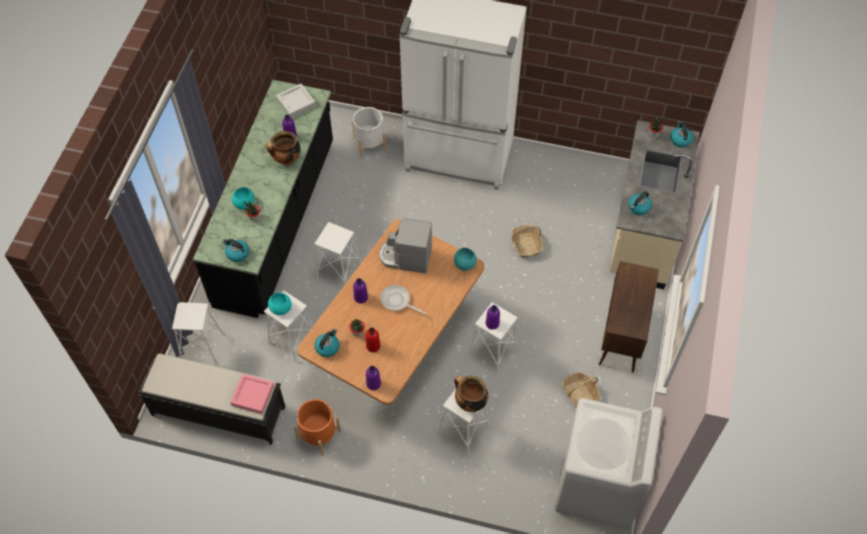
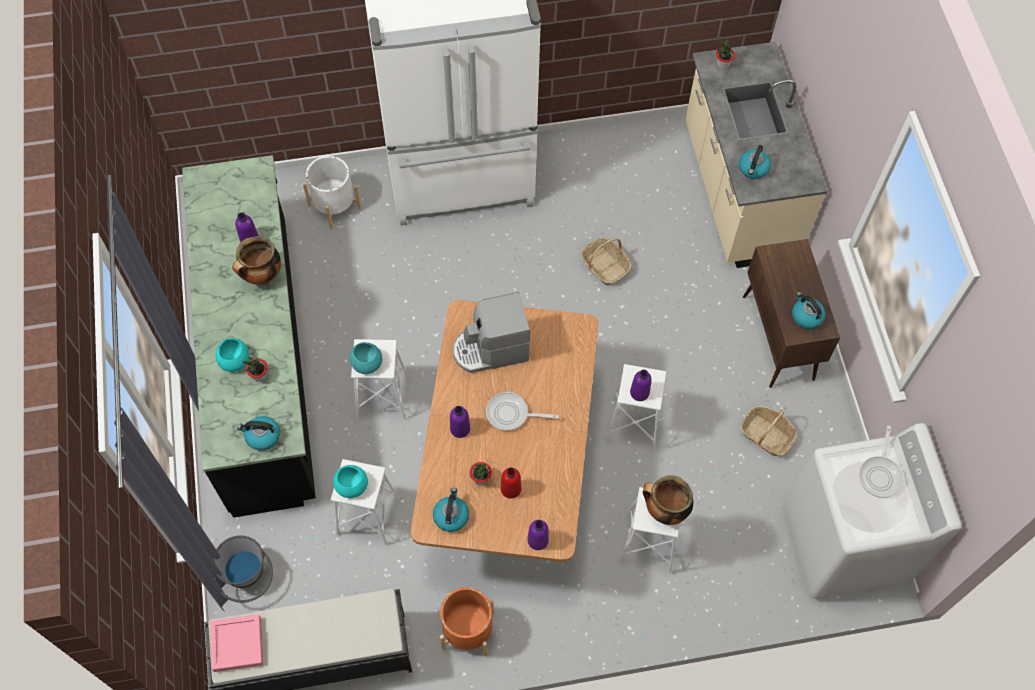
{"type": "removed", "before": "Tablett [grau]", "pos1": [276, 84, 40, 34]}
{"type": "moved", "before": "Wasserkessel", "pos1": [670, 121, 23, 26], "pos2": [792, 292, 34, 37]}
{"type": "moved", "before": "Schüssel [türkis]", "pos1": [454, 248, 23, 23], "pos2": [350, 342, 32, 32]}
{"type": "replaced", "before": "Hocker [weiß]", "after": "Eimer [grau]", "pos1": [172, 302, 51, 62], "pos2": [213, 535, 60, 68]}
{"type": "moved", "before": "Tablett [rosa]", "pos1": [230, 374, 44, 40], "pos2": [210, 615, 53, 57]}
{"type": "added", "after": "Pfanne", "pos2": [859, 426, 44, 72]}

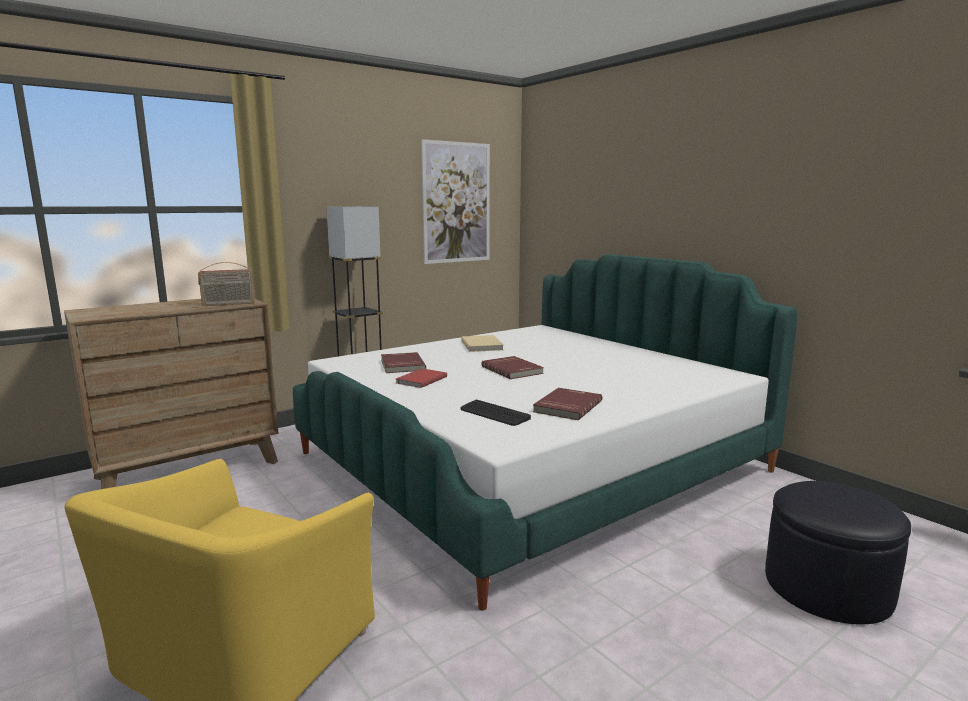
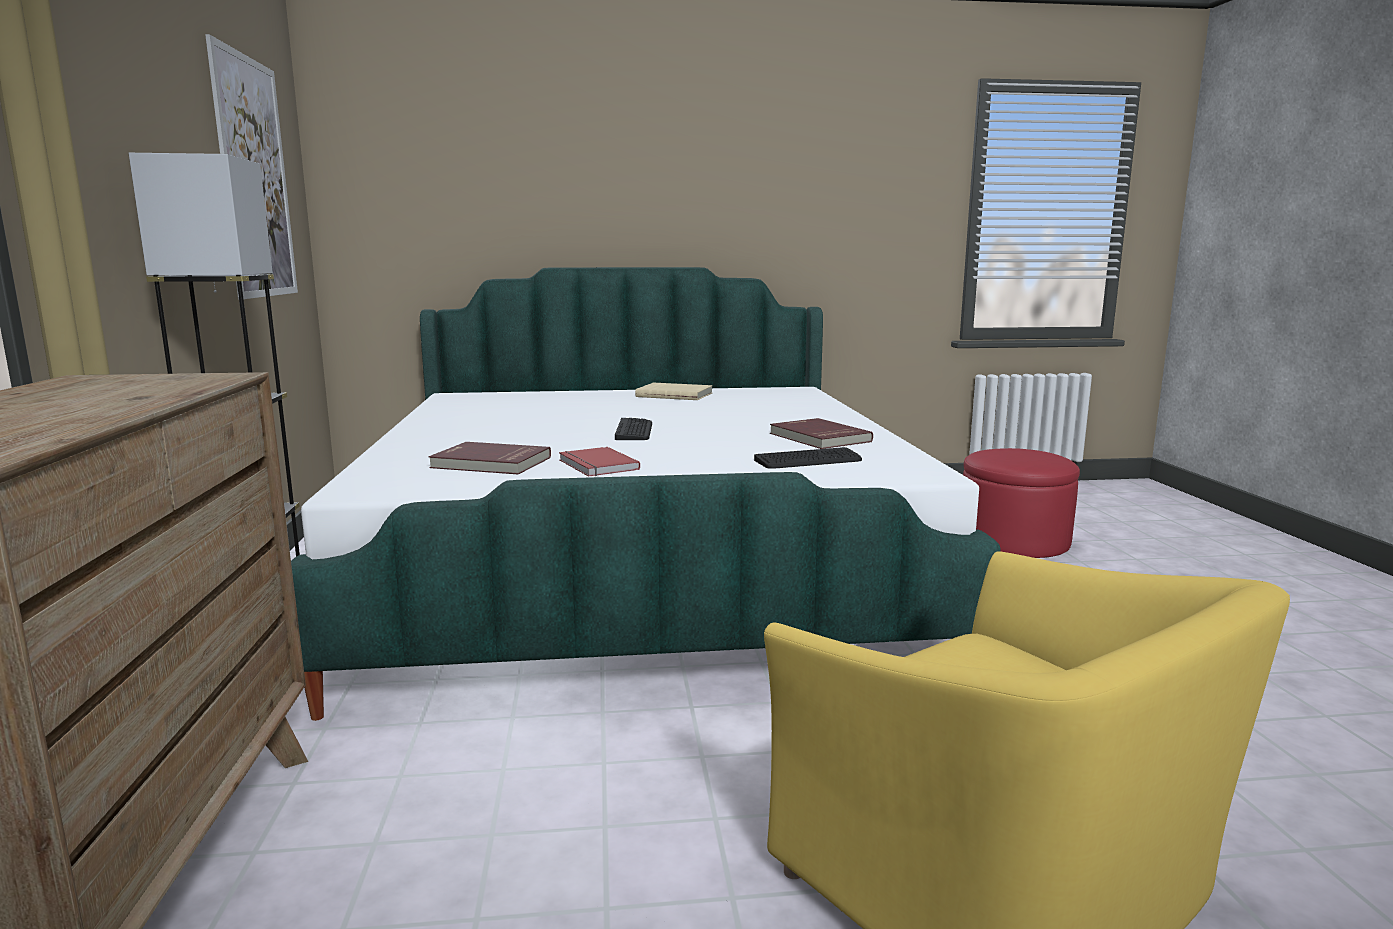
{"type": "removed", "before": "Radio", "pos1": [198, 262, 57, 44]}
{"type": "moved", "before": "Buch [beige]", "pos1": [461, 335, 42, 17], "pos2": [635, 383, 78, 17]}
{"type": "replaced", "before": "Buch [rot]", "after": "Tastatur", "pos1": [481, 356, 63, 23], "pos2": [615, 418, 37, 22]}
{"type": "recoloured", "before": "Polsterhocker [schwarz]", "after": "Polsterhocker [rot]", "pos1": [765, 481, 146, 144], "pos2": [963, 448, 117, 110]}

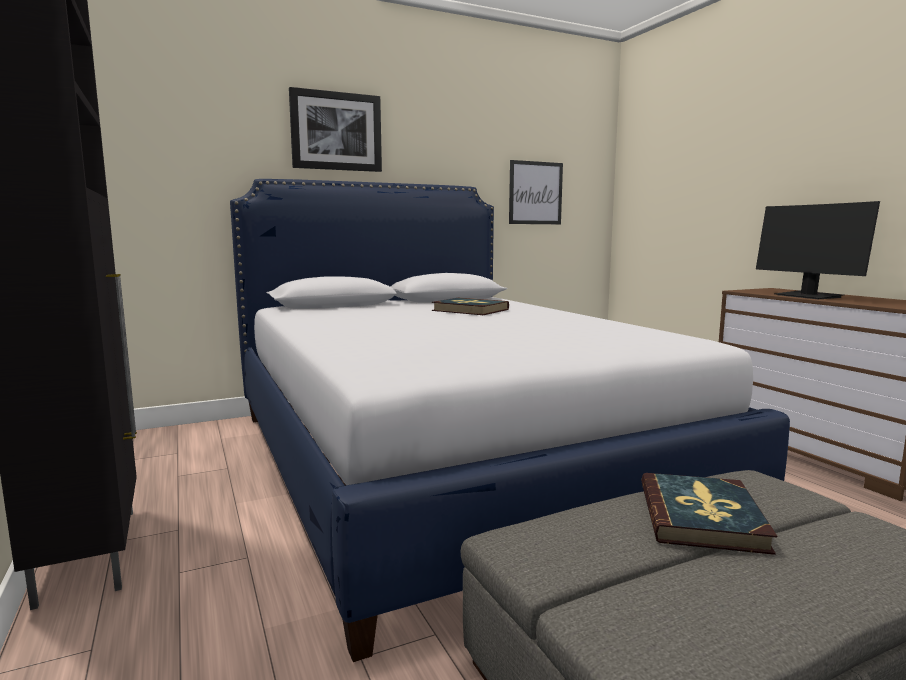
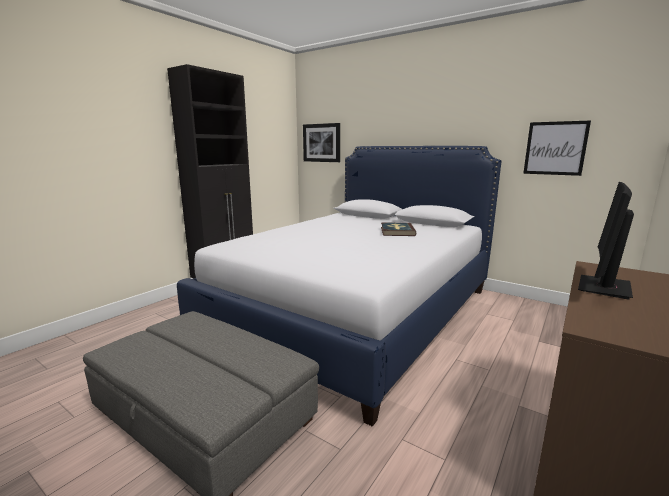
{"type": "moved", "before": "Bild", "pos1": [289, 87, 93, 85], "pos2": [303, 123, 37, 39]}
{"type": "removed", "before": "Buch", "pos1": [641, 473, 136, 82]}

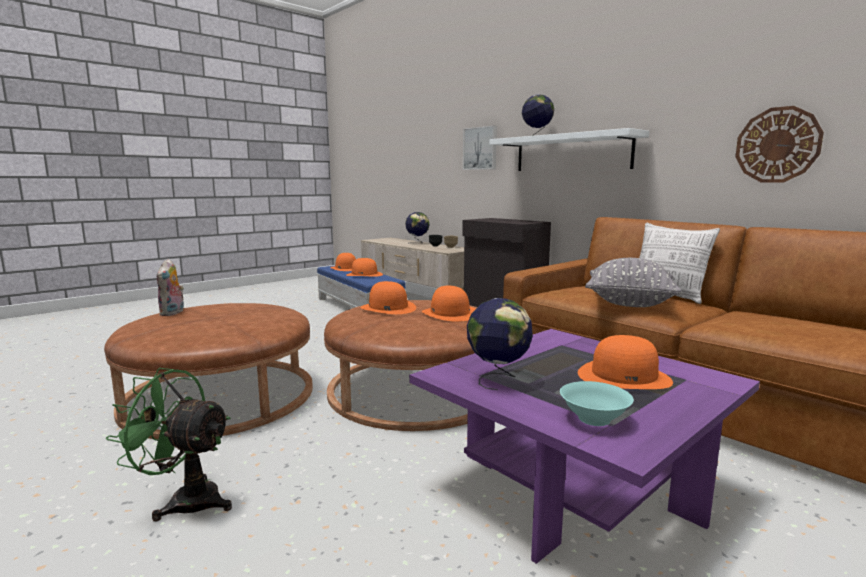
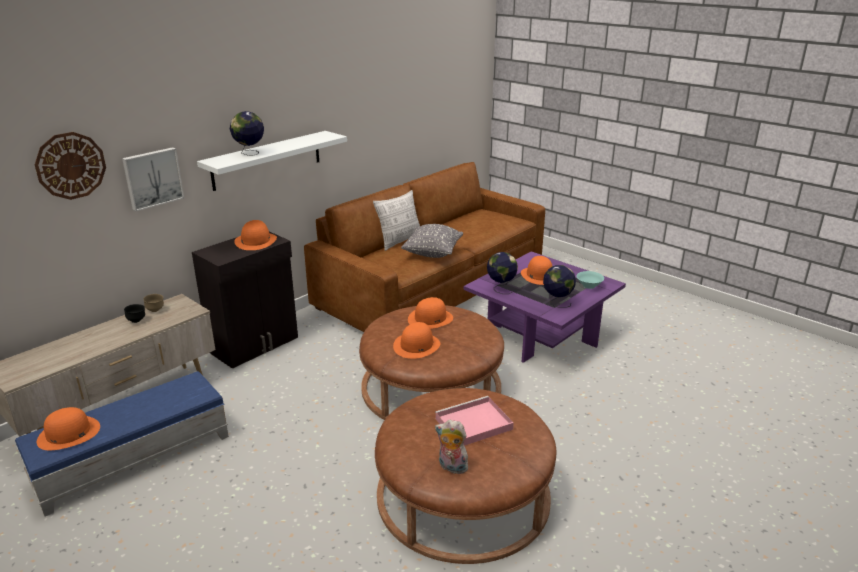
{"type": "moved", "before": "Wanduhr", "pos1": [735, 106, 89, 77], "pos2": [35, 132, 71, 68]}
{"type": "moved", "before": "Globus", "pos1": [405, 212, 24, 32], "pos2": [487, 252, 31, 42]}
{"type": "moved", "before": "Hut [orange]", "pos1": [346, 258, 37, 19], "pos2": [235, 220, 42, 30]}
{"type": "turned", "before": "Plüschtier", "pos1": [157, 259, 27, 57], "pos2": [435, 420, 33, 54], "turn": -150}
{"type": "removed", "before": "Ventilator [grün]", "pos1": [106, 368, 126, 153]}
{"type": "added", "after": "Tablett [rosa]", "pos2": [435, 396, 79, 50]}

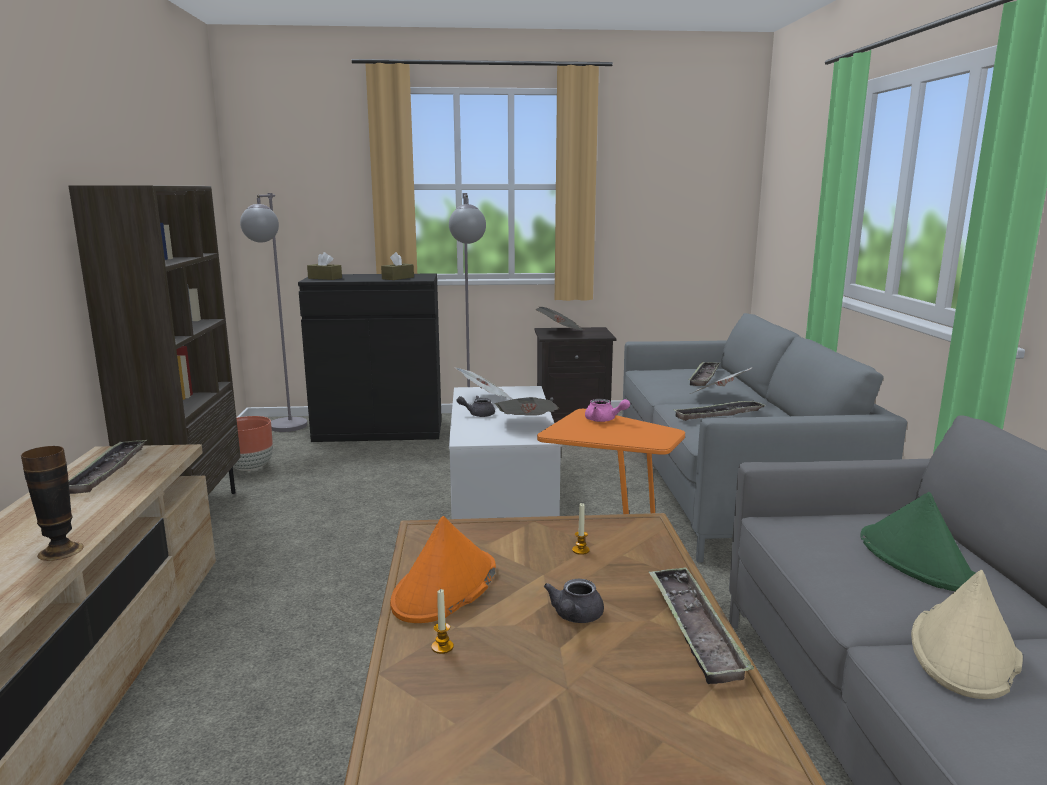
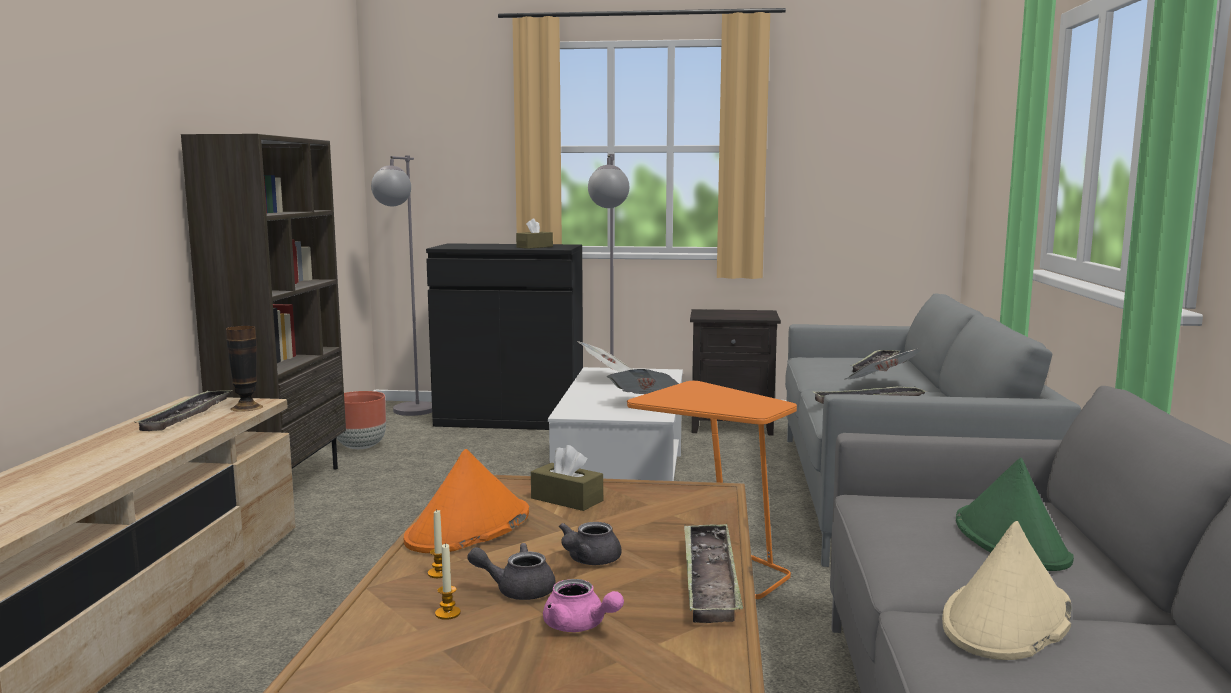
{"type": "moved", "before": "Taschentuchbox [braun]", "pos1": [307, 252, 35, 28], "pos2": [531, 445, 72, 66]}
{"type": "removed", "before": "Zeitung", "pos1": [535, 307, 49, 23]}
{"type": "moved", "before": "Teekanne [grau]", "pos1": [456, 396, 39, 21], "pos2": [467, 543, 89, 57]}
{"type": "moved", "before": "Teekanne [rosa]", "pos1": [585, 399, 45, 23], "pos2": [543, 579, 81, 53]}
{"type": "moved", "before": "Vase", "pos1": [21, 446, 63, 115], "pos2": [226, 326, 37, 86]}
{"type": "moved", "before": "Kerze", "pos1": [572, 503, 18, 52], "pos2": [435, 543, 26, 77]}

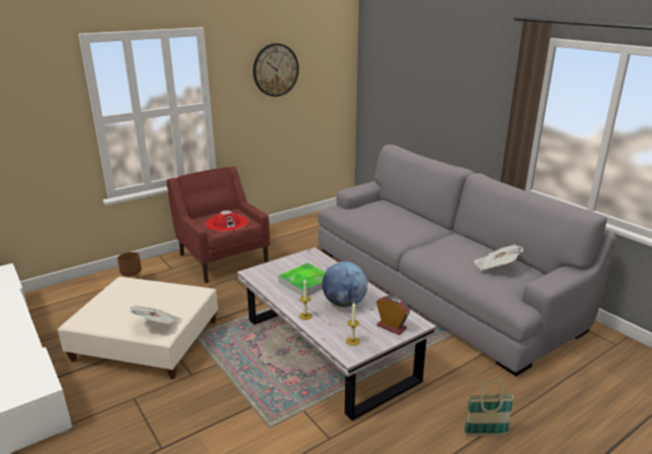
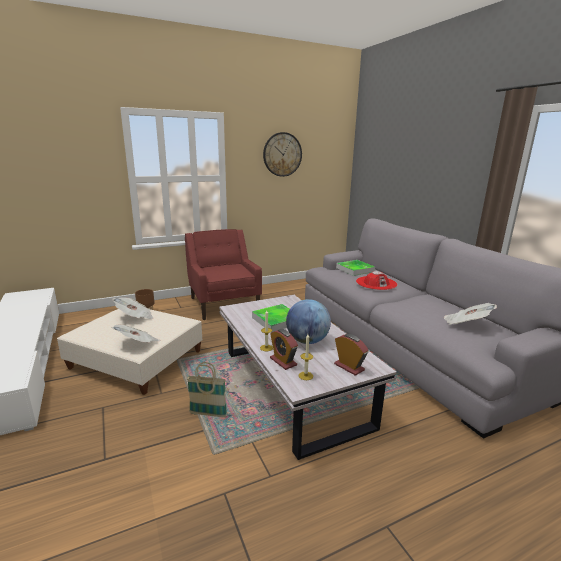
{"type": "moved", "before": "Hut [rot]", "pos1": [205, 210, 43, 22], "pos2": [356, 271, 41, 19]}
{"type": "moved", "before": "Korb", "pos1": [464, 378, 50, 58], "pos2": [187, 362, 40, 56]}
{"type": "added", "after": "Tablett", "pos2": [336, 260, 39, 16]}
{"type": "added", "after": "Zeitung", "pos2": [112, 297, 41, 22]}
{"type": "added", "after": "Wecker", "pos2": [270, 329, 28, 41]}

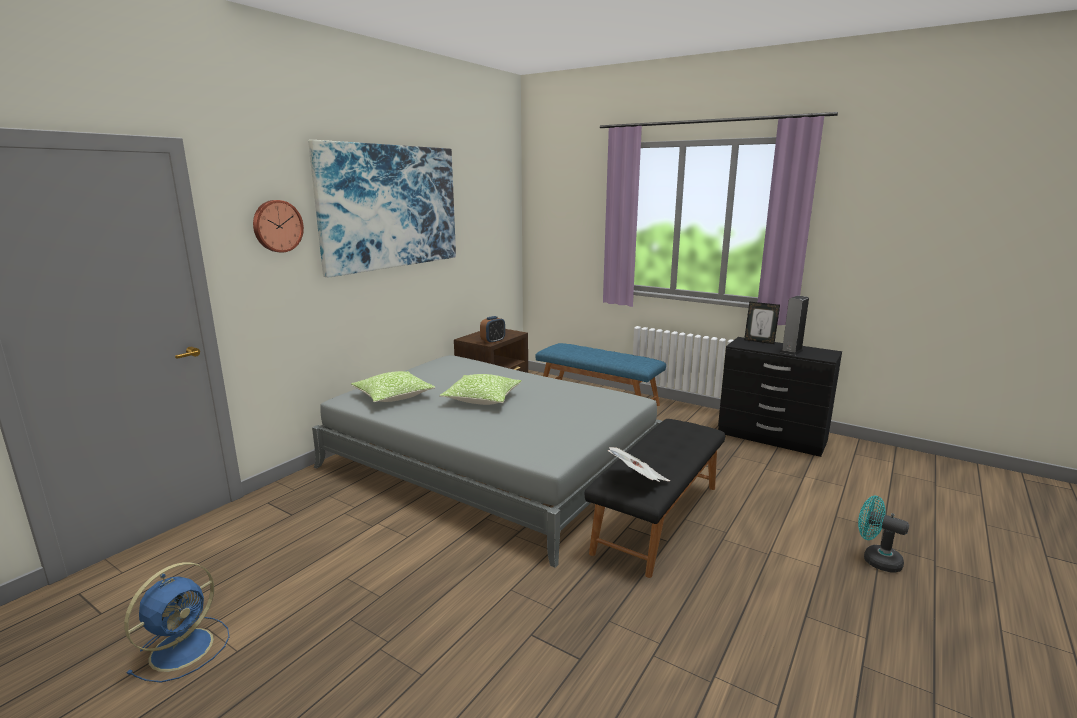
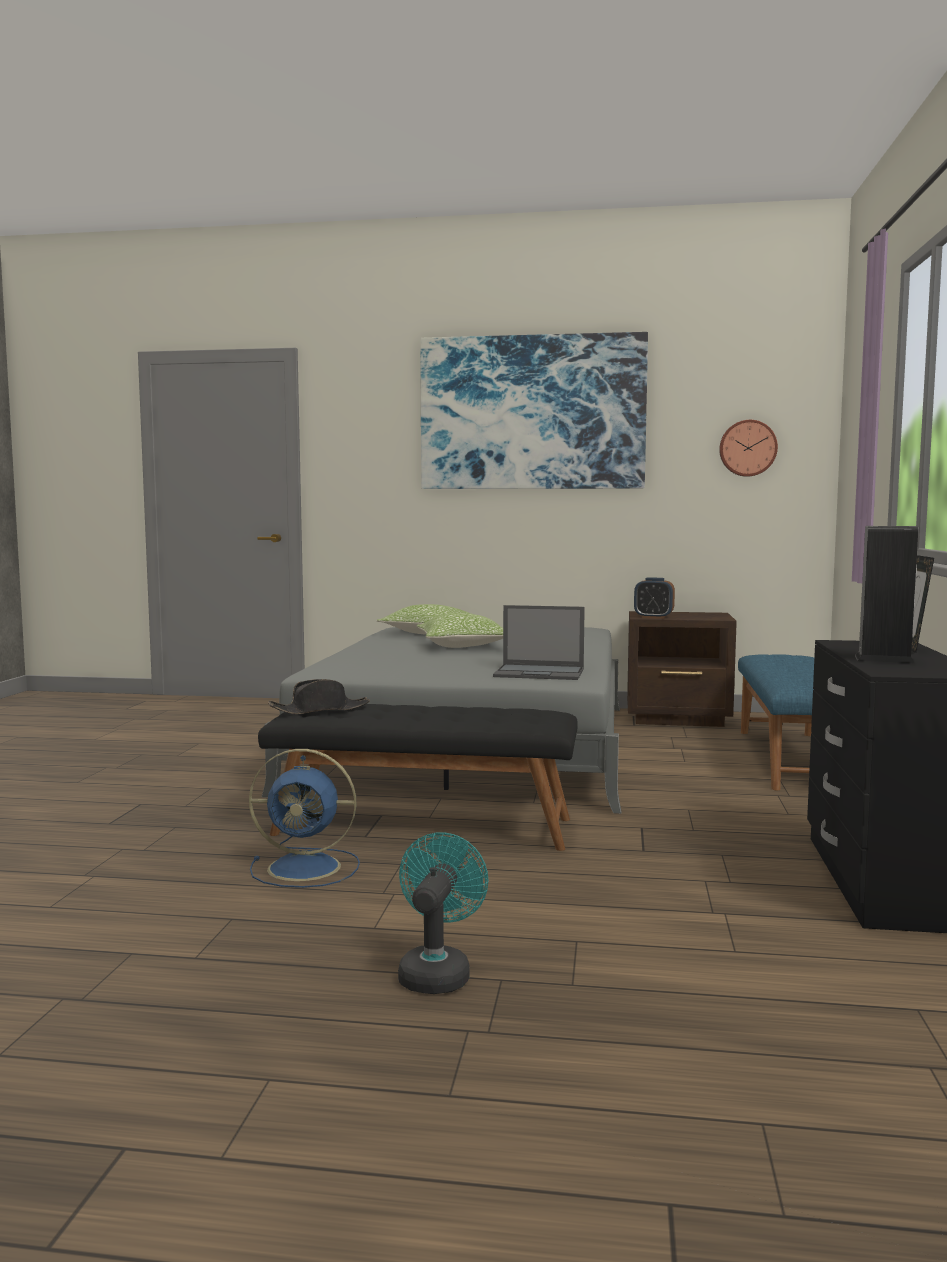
{"type": "moved", "before": "Wanduhr", "pos1": [253, 200, 51, 53], "pos2": [719, 420, 59, 57]}
{"type": "replaced", "before": "Zeitung", "after": "Hut [schwarz]", "pos1": [607, 447, 63, 35], "pos2": [268, 679, 102, 35]}
{"type": "moved", "before": "Ventilator [blau]", "pos1": [124, 562, 106, 120], "pos2": [249, 749, 111, 139]}
{"type": "added", "after": "Laptop", "pos2": [493, 605, 92, 75]}

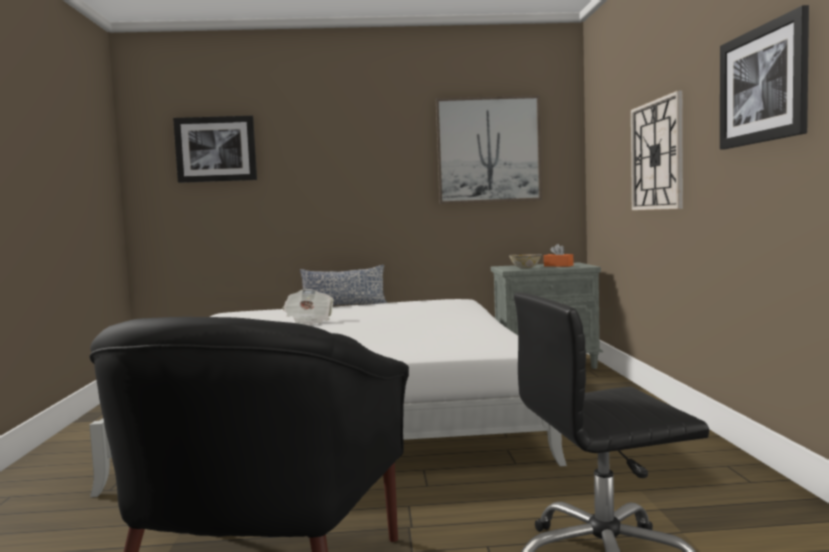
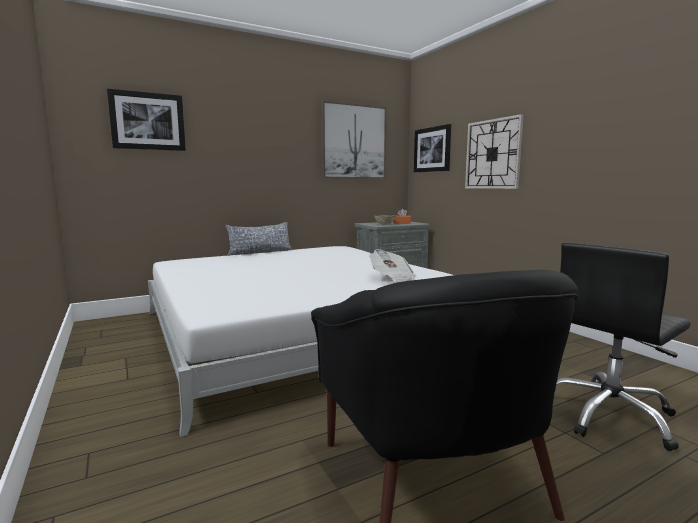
{"type": "moved", "before": "Bild", "pos1": [720, 5, 89, 144], "pos2": [414, 124, 37, 49]}
{"type": "moved", "before": "Zeitung", "pos1": [283, 289, 51, 36], "pos2": [369, 249, 46, 33]}

